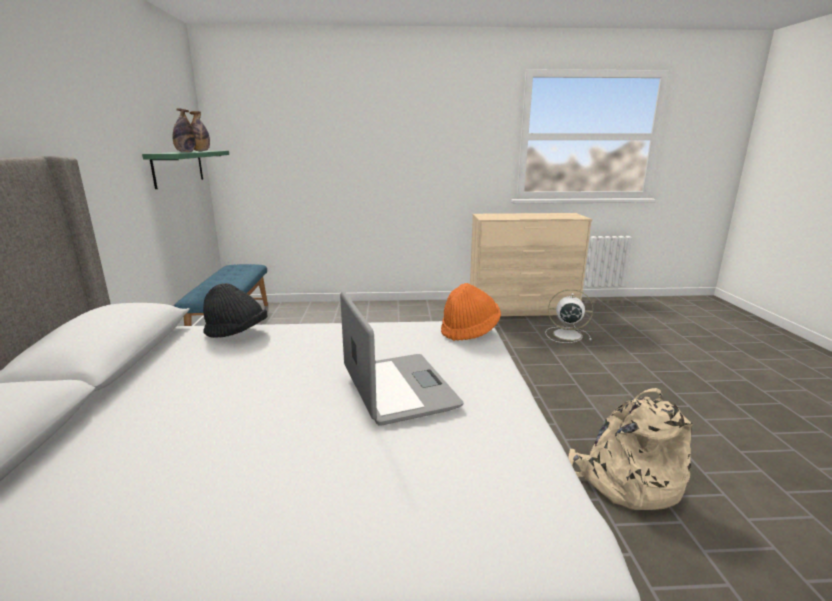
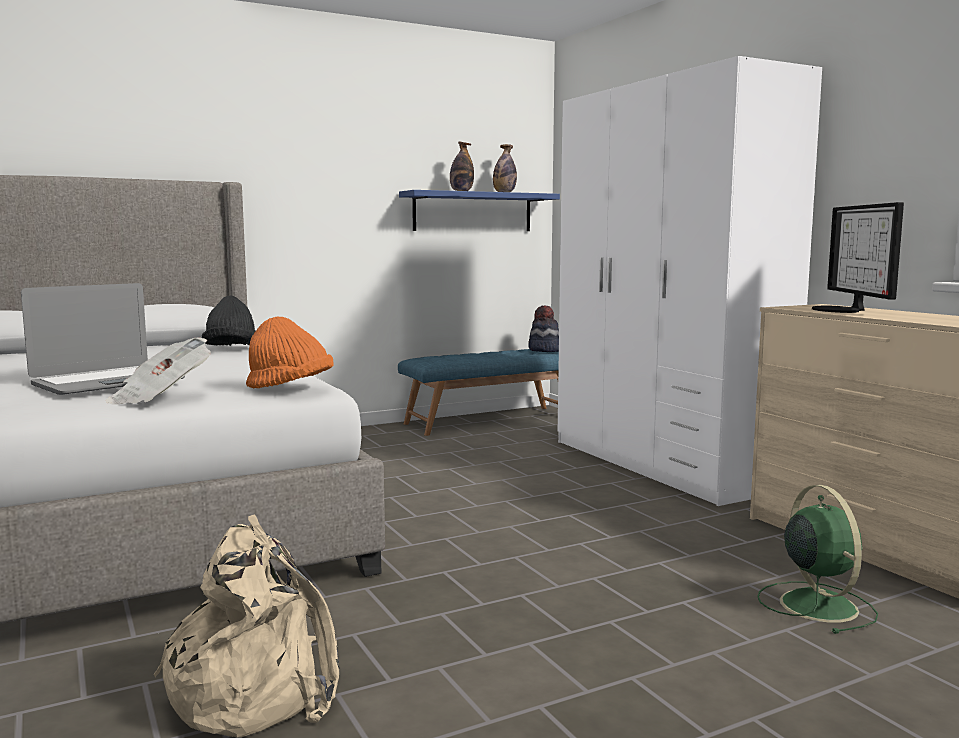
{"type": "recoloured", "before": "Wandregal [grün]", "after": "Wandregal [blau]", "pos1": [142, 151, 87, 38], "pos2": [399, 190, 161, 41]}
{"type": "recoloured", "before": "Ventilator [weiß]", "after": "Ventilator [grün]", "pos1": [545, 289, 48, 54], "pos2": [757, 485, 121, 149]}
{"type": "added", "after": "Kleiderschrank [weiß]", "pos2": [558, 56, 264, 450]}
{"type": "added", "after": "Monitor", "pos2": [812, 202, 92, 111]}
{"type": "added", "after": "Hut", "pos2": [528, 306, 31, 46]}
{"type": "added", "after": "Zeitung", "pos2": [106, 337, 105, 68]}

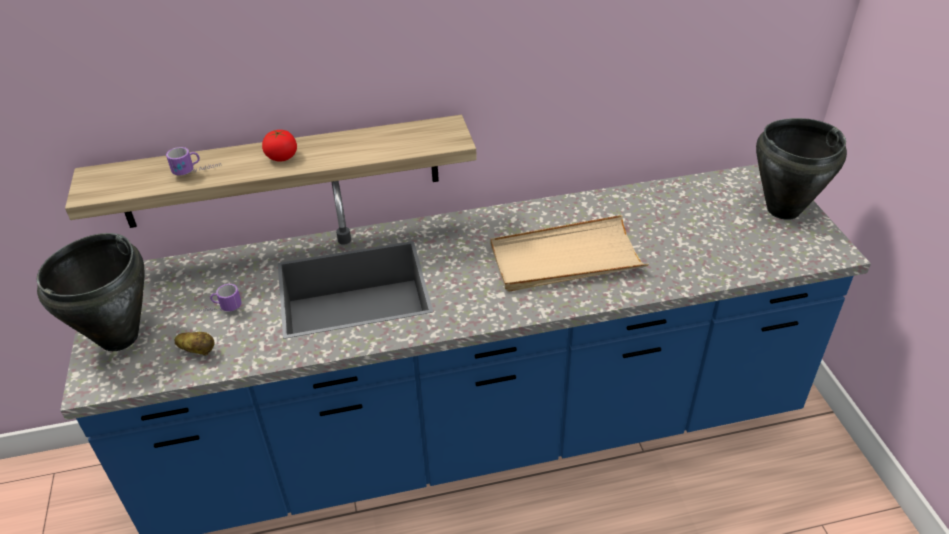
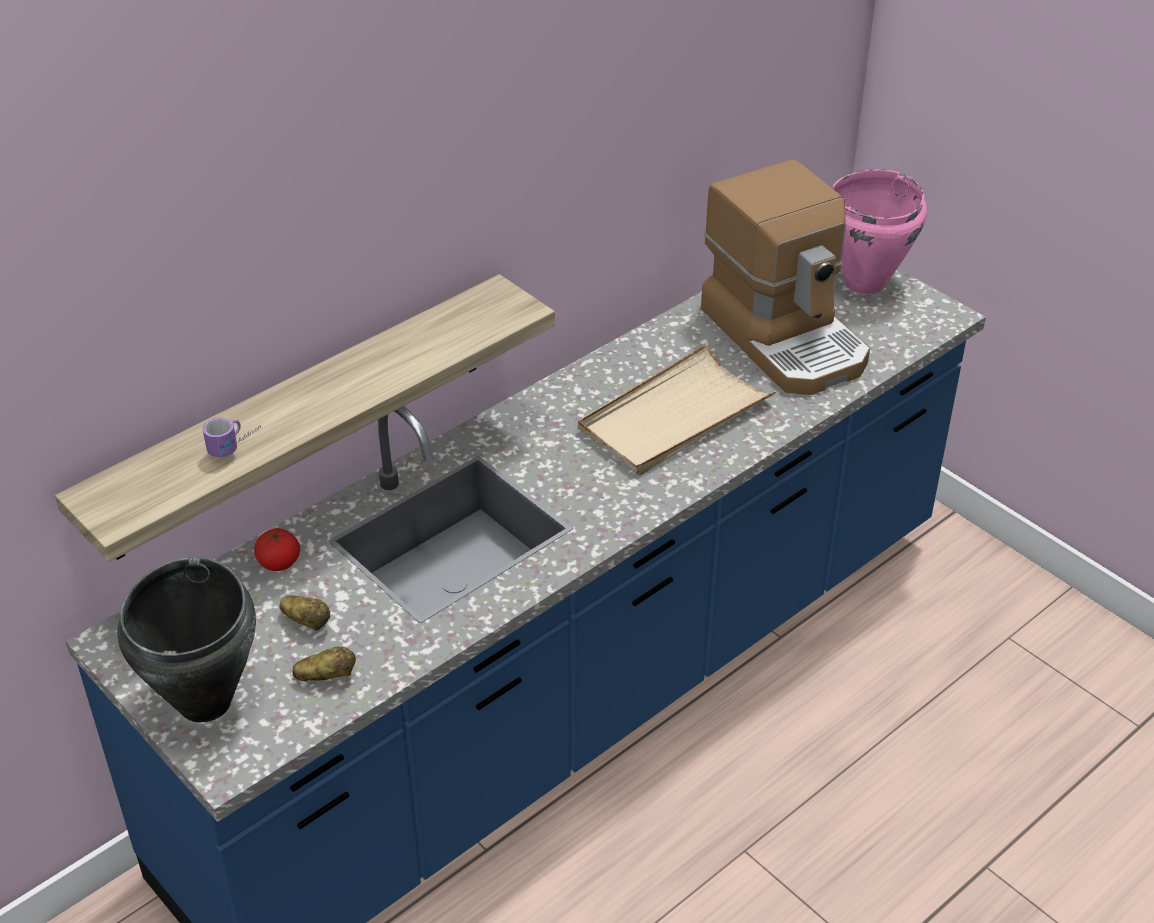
{"type": "recoloured", "before": "Kochtopf [schwarz]", "after": "Kochtopf [rosa]", "pos1": [756, 118, 91, 102], "pos2": [832, 169, 95, 126]}
{"type": "moved", "before": "Tomate", "pos1": [262, 130, 35, 32], "pos2": [254, 528, 46, 43]}
{"type": "replaced", "before": "Henkelbecher", "after": "Kartoffel", "pos1": [196, 284, 46, 28], "pos2": [279, 595, 51, 36]}
{"type": "added", "after": "Kaffeemaschine", "pos2": [701, 159, 169, 236]}

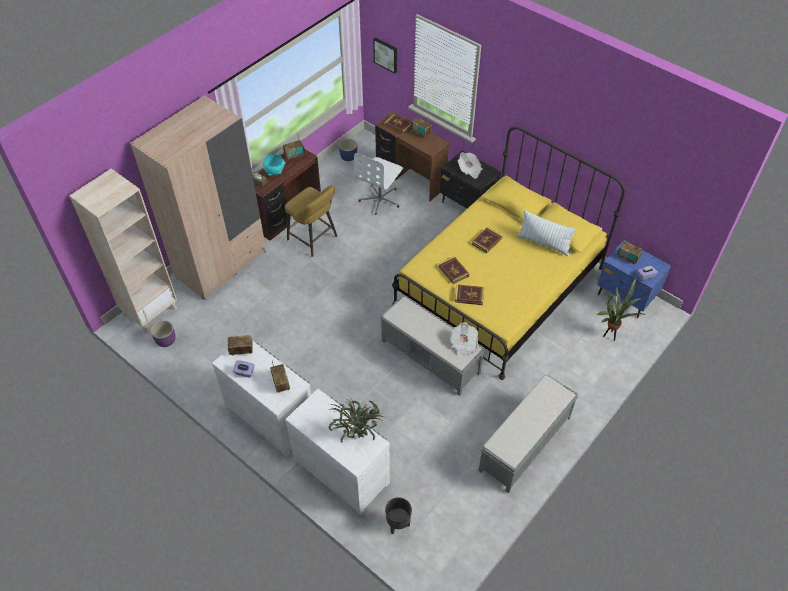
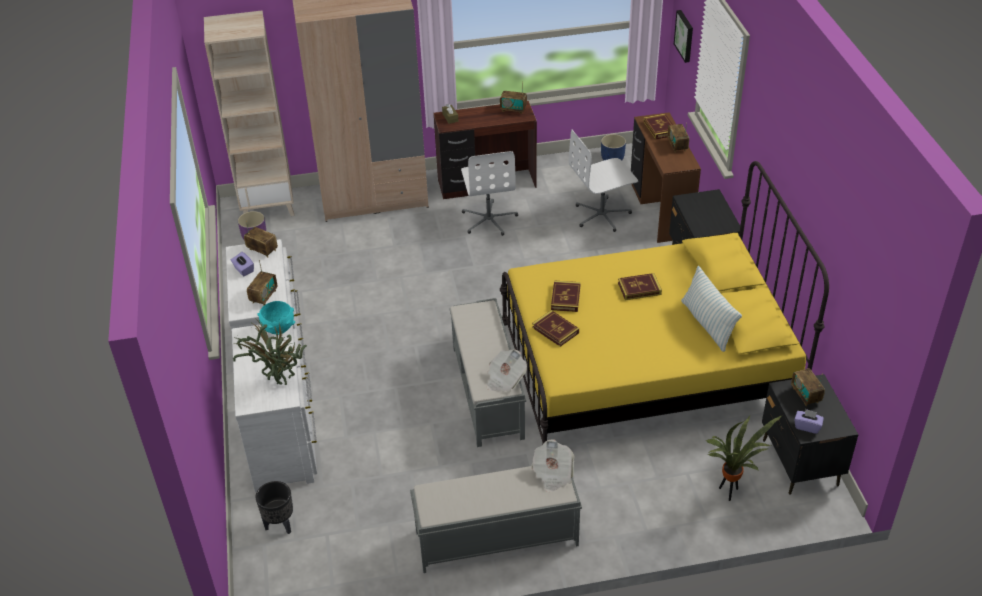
{"type": "moved", "before": "Zeitung", "pos1": [458, 152, 25, 27], "pos2": [531, 439, 43, 53]}
{"type": "moved", "before": "Schüssel [türkis]", "pos1": [263, 154, 22, 22], "pos2": [257, 301, 38, 34]}
{"type": "replaced", "before": "Hocker [gelb]", "after": "Bürostuhl [weiß]", "pos1": [285, 185, 52, 72], "pos2": [461, 151, 57, 85]}
{"type": "recoloured", "before": "Nachttisch [blau]", "after": "Nachttisch [schwarz]", "pos1": [597, 240, 74, 78], "pos2": [762, 374, 97, 121]}

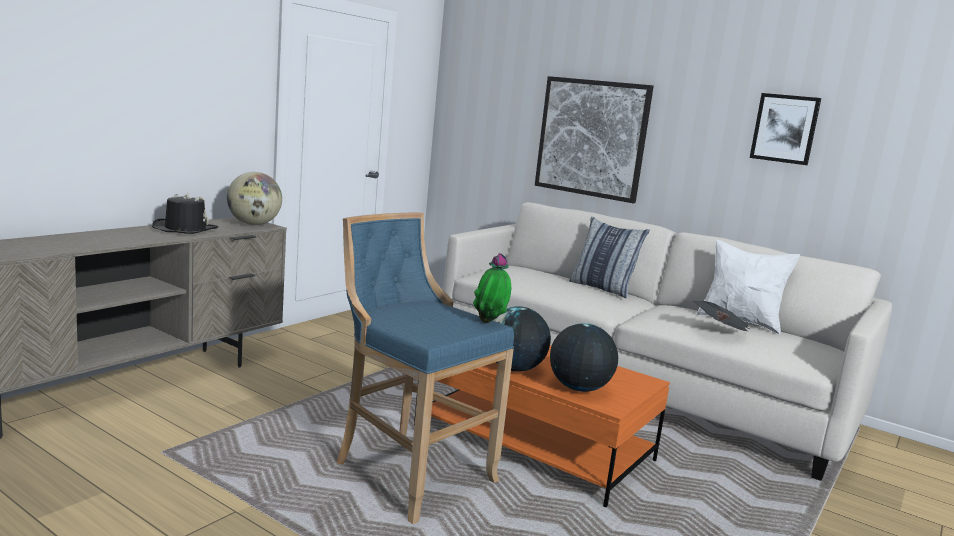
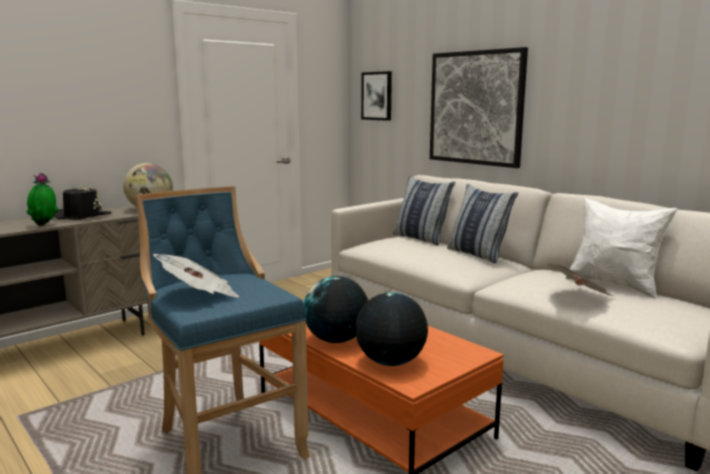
{"type": "moved", "before": "Bild", "pos1": [750, 93, 71, 72], "pos2": [361, 71, 31, 50]}
{"type": "moved", "before": "Topfpflanze", "pos1": [473, 253, 38, 70], "pos2": [26, 173, 33, 53]}
{"type": "added", "after": "Kissen", "pos2": [393, 176, 62, 70]}
{"type": "added", "after": "Zeitung", "pos2": [153, 254, 86, 43]}

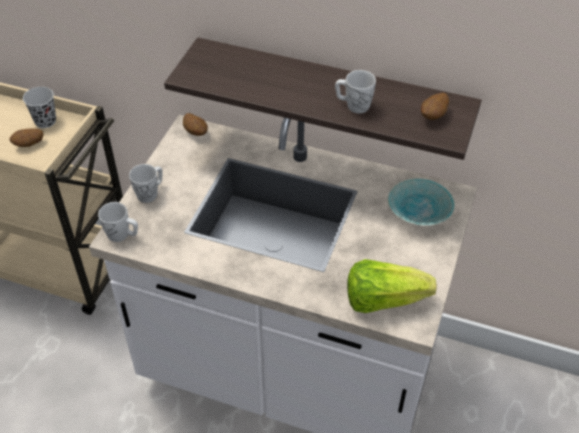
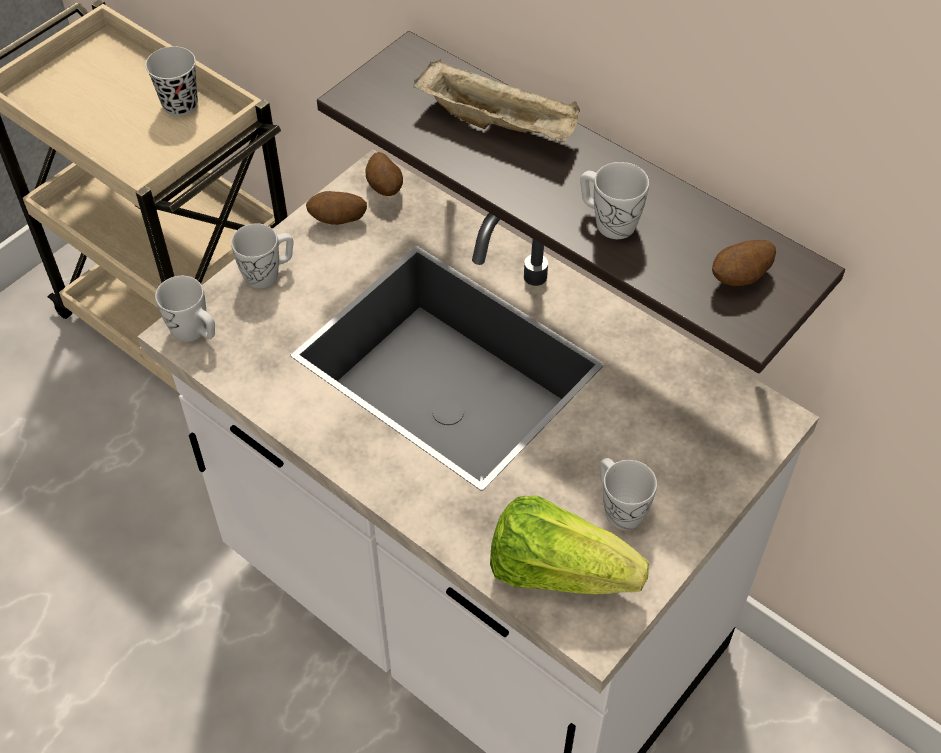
{"type": "moved", "before": "Kartoffel", "pos1": [9, 128, 35, 19], "pos2": [306, 191, 61, 34]}
{"type": "removed", "before": "Schüssel [türkis]", "pos1": [388, 178, 67, 48]}
{"type": "added", "after": "Tablett [beige]", "pos2": [413, 59, 167, 84]}
{"type": "added", "after": "Henkelbecher [weiß]", "pos2": [600, 458, 57, 72]}

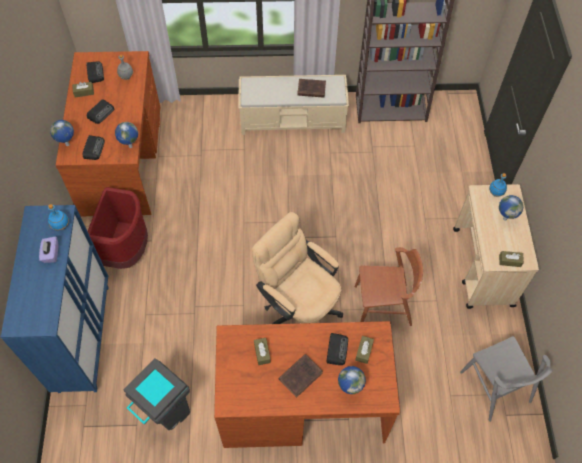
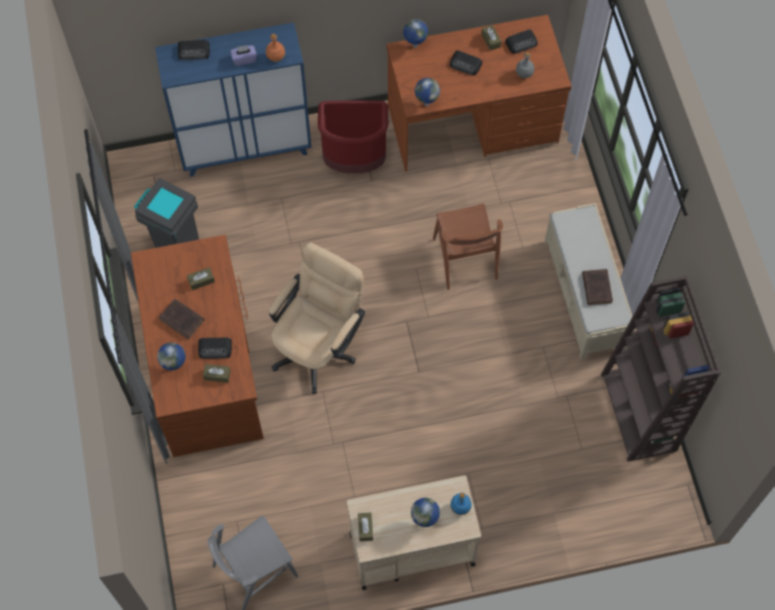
{"type": "moved", "before": "Radio", "pos1": [83, 135, 22, 25], "pos2": [178, 40, 32, 20]}
{"type": "recoloured", "before": "Flasche [blau]", "after": "Flasche [orange]", "pos1": [48, 204, 21, 27], "pos2": [266, 34, 19, 28]}
{"type": "moved", "before": "Stuhl [braun]", "pos1": [355, 247, 68, 79], "pos2": [433, 204, 70, 86]}

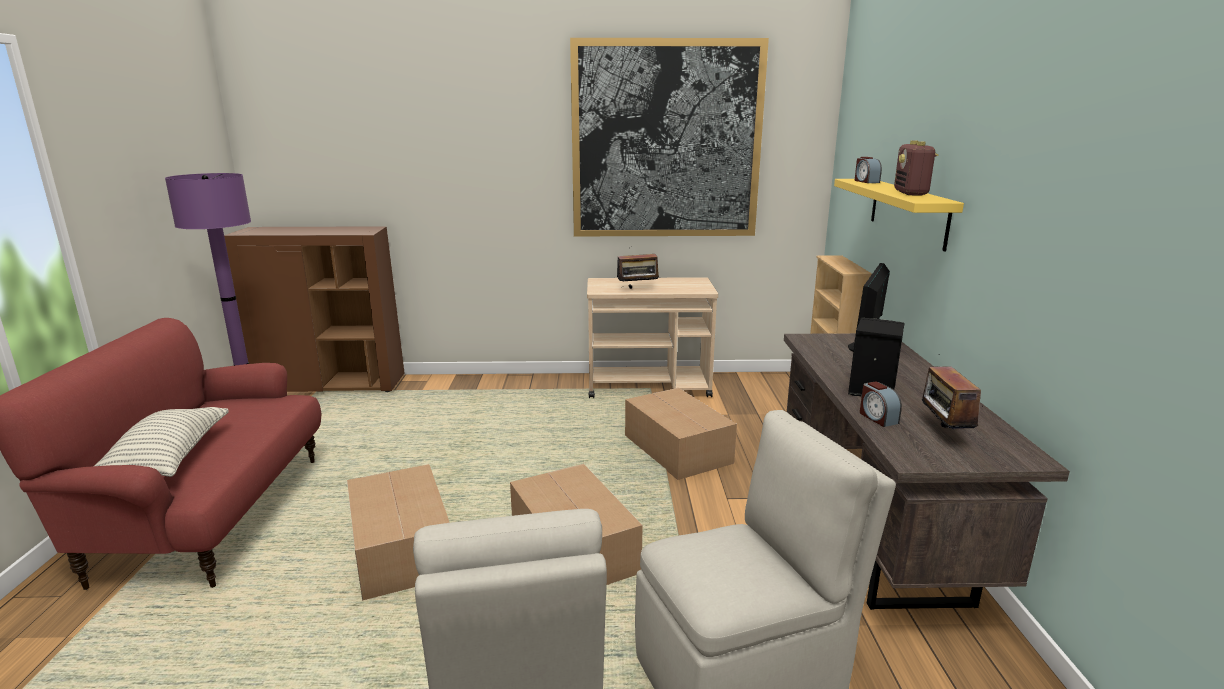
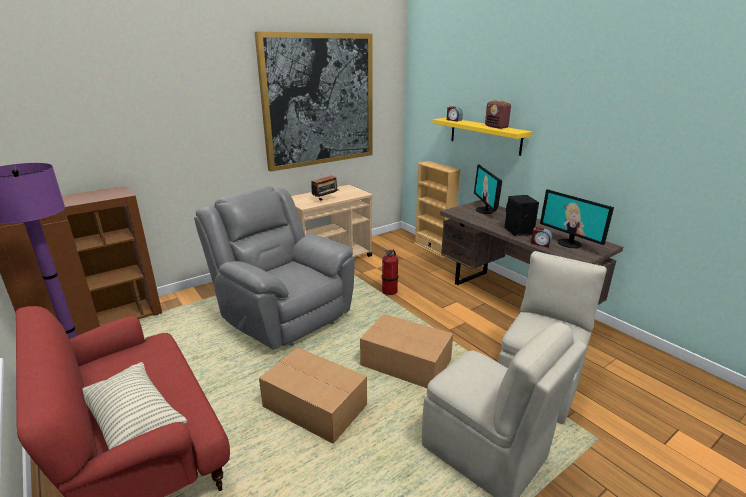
{"type": "replaced", "before": "Radio", "after": "Monitor", "pos1": [915, 354, 66, 75], "pos2": [540, 189, 74, 59]}
{"type": "replaced", "before": "Karton", "after": "Feuerlöscher", "pos1": [625, 388, 112, 92], "pos2": [382, 250, 16, 45]}
{"type": "added", "after": "Sessel [grau]", "pos2": [194, 186, 161, 164]}

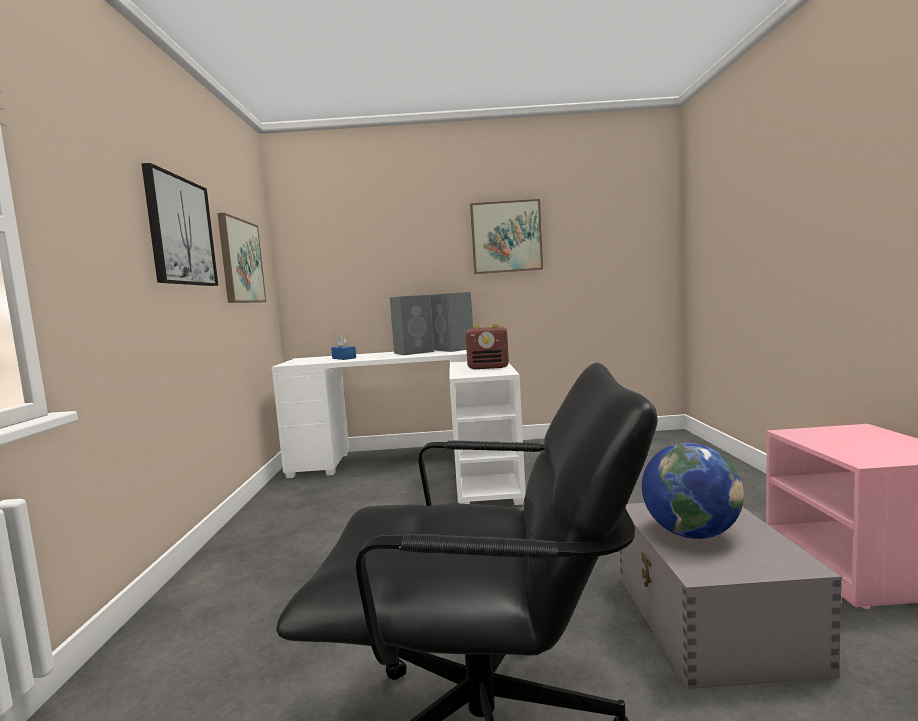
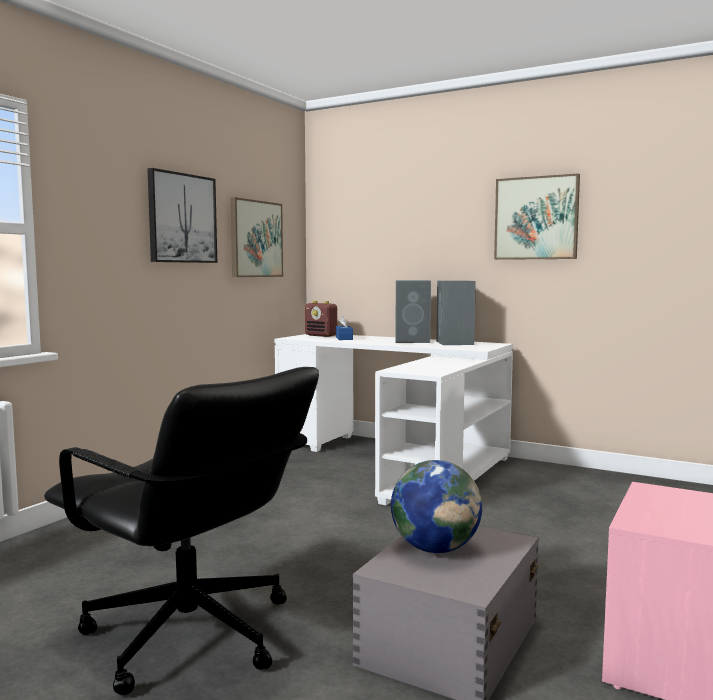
{"type": "moved", "before": "Radio", "pos1": [465, 324, 44, 45], "pos2": [305, 301, 33, 36]}

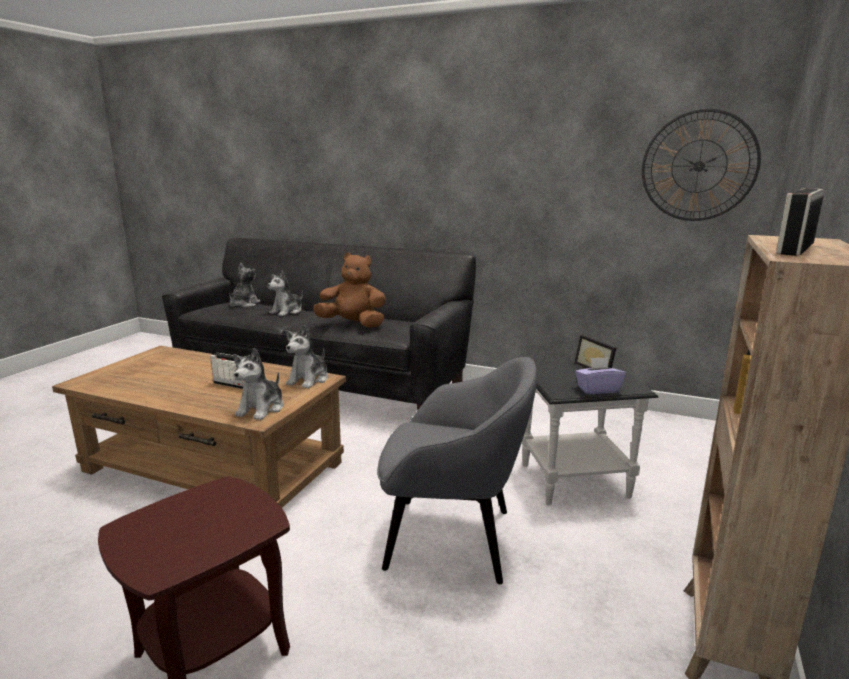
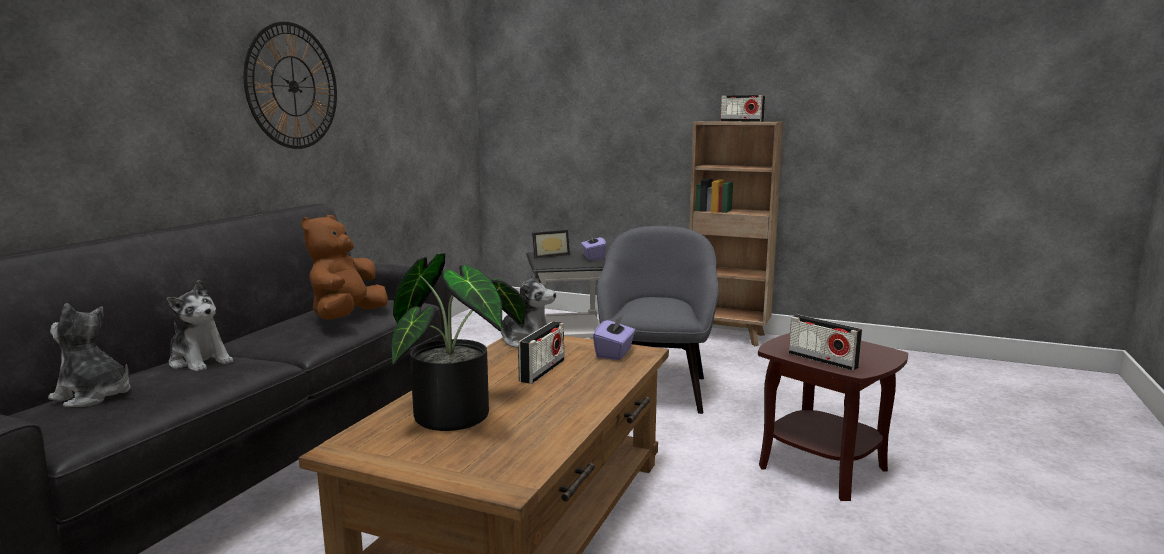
{"type": "moved", "before": "Wanduhr", "pos1": [642, 109, 119, 112], "pos2": [244, 22, 93, 127]}
{"type": "replaced", "before": "Plüschtier", "after": "Taschentuchbox [lila]", "pos1": [233, 348, 51, 72], "pos2": [593, 314, 42, 46]}
{"type": "added", "after": "Topfpflanze", "pos2": [391, 253, 135, 178]}
{"type": "added", "after": "Radio", "pos2": [789, 315, 73, 56]}

